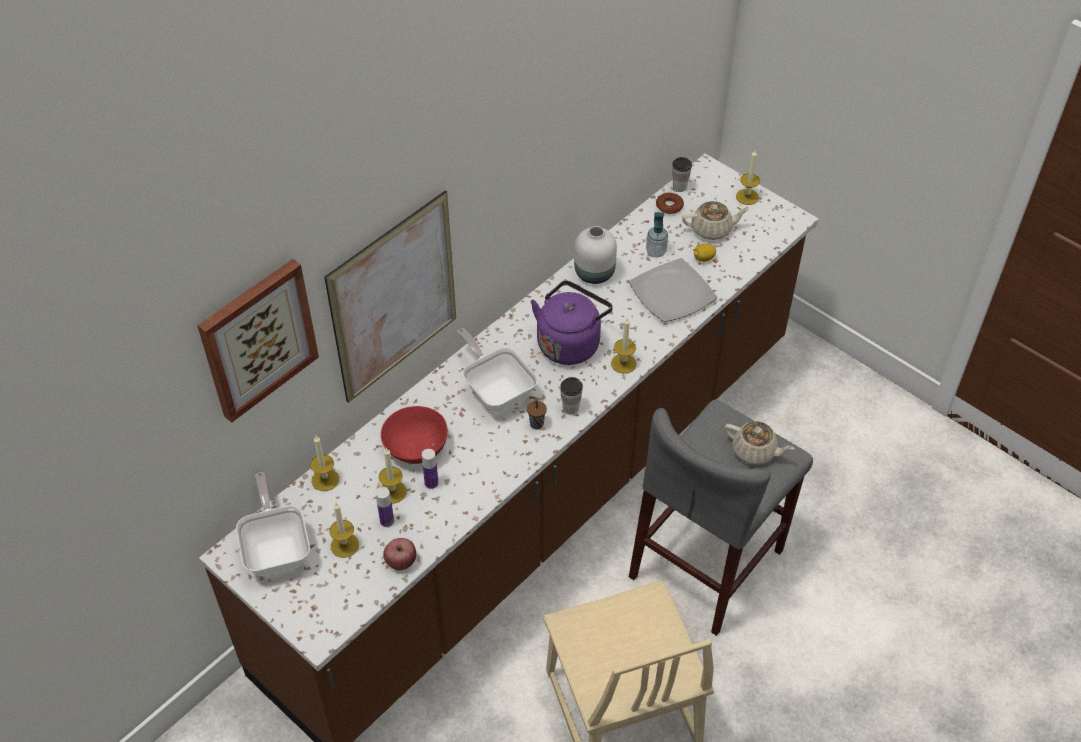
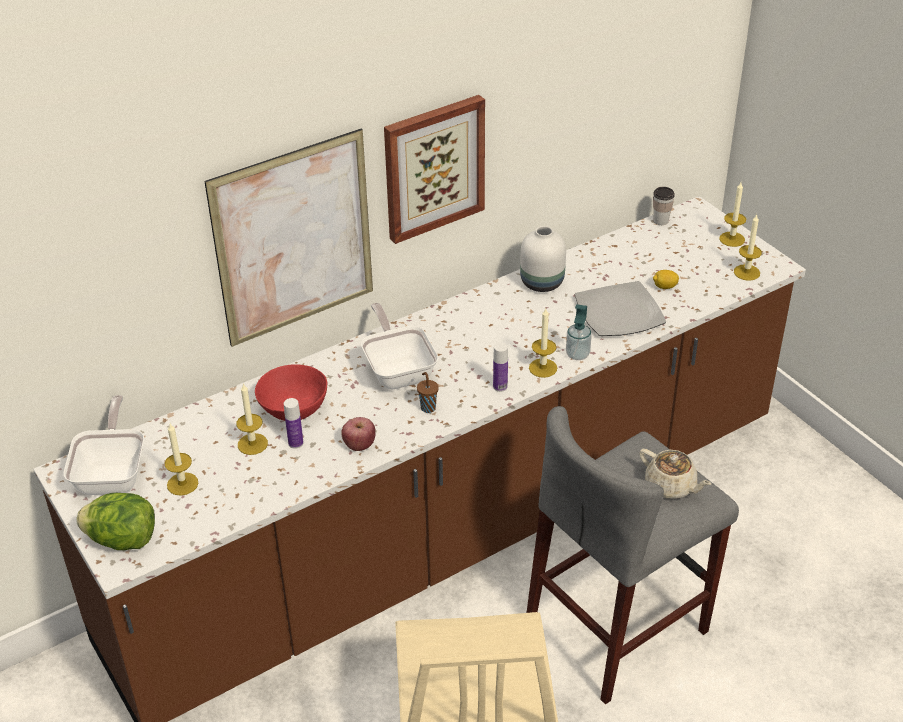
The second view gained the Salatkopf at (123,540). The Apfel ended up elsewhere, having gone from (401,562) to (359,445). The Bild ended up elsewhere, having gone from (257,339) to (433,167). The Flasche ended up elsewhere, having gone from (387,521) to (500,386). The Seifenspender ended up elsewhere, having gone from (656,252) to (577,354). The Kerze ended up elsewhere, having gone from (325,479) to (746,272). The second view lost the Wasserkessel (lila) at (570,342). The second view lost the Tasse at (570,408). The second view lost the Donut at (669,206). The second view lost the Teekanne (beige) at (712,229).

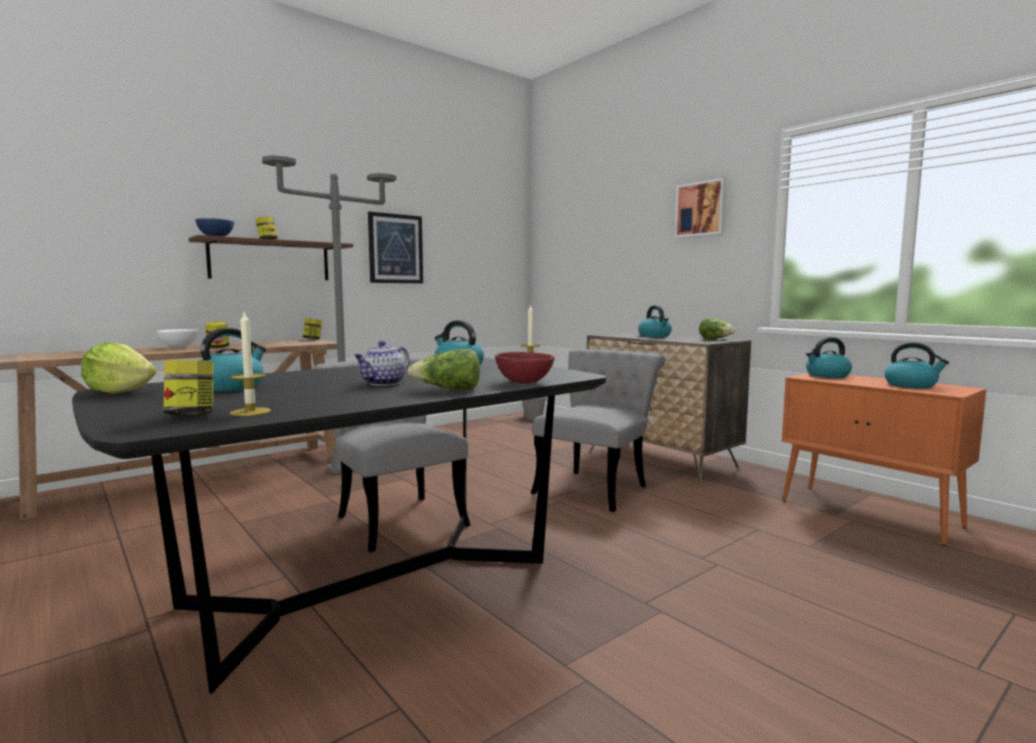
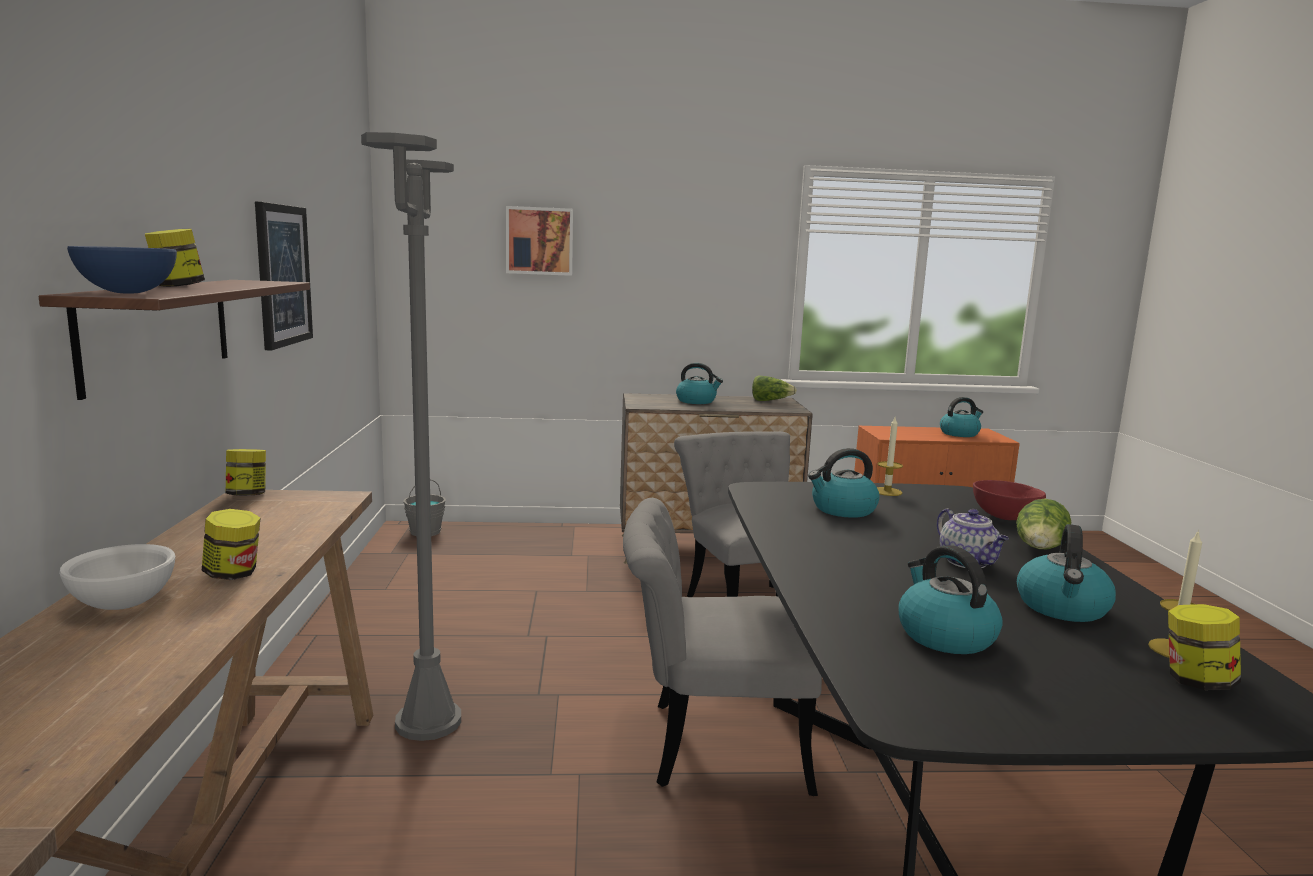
The Bild ended up elsewhere, having gone from (701,209) to (539,241). The Wasserkessel ended up elsewhere, having gone from (827,375) to (1062,608). The second view lost the Salatkopf at (120,392).

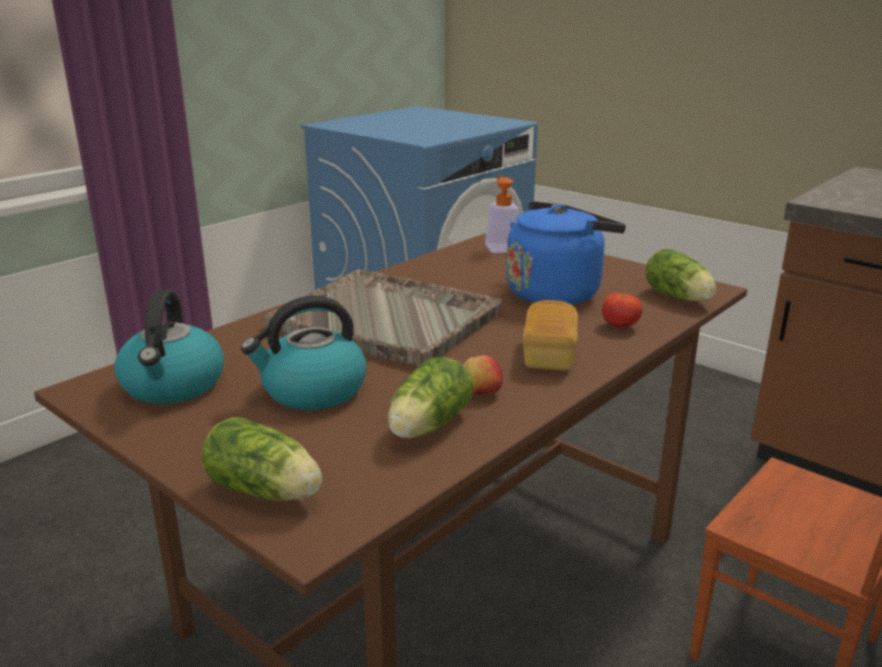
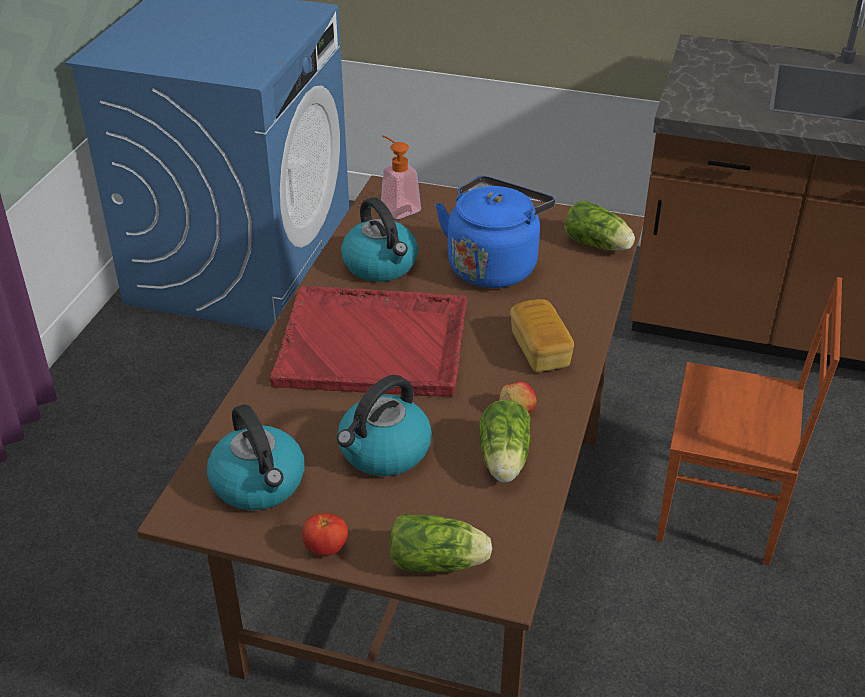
What was the Tablett (grau) at (388,320) turned into the Tablett (rot) at (375,345). The Tomate ended up elsewhere, having gone from (620,327) to (326,548). The second view gained the Wasserkessel at (381,265).

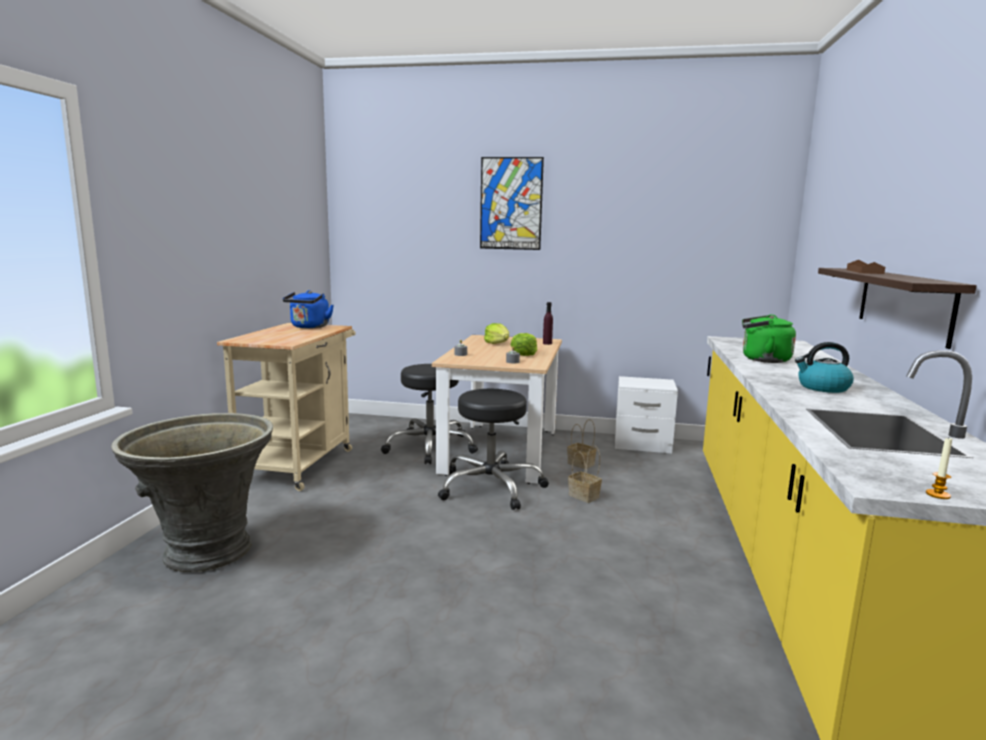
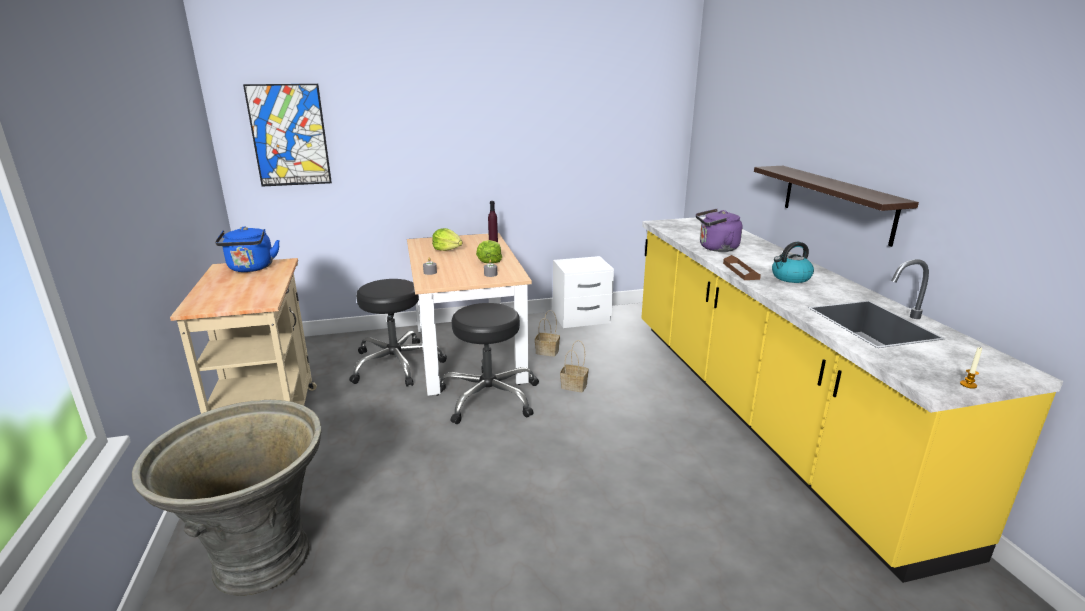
The Bild ended up elsewhere, having gone from (511,203) to (289,135). What was the Wasserkessel (grün) at (762,360) turned into the Wasserkessel (lila) at (716,248). The Tablett (braun) ended up elsewhere, having gone from (864,271) to (740,271).

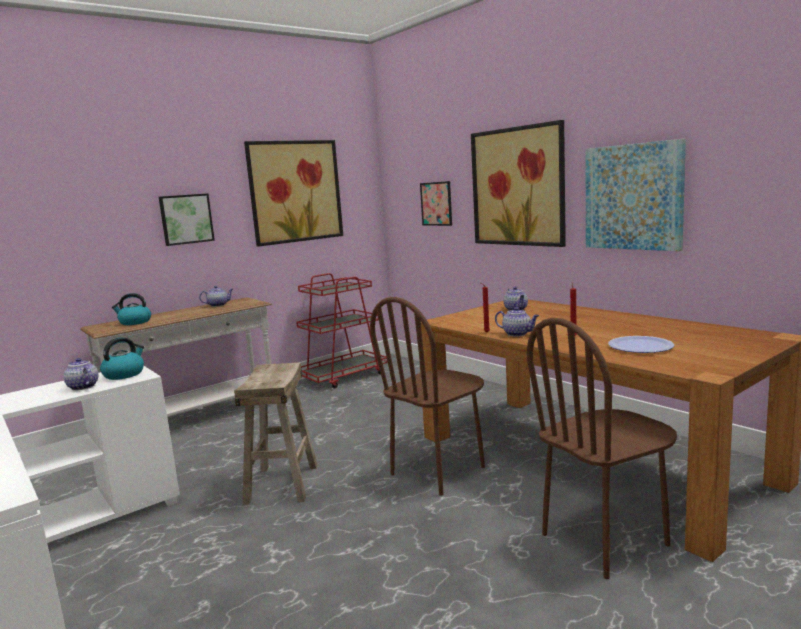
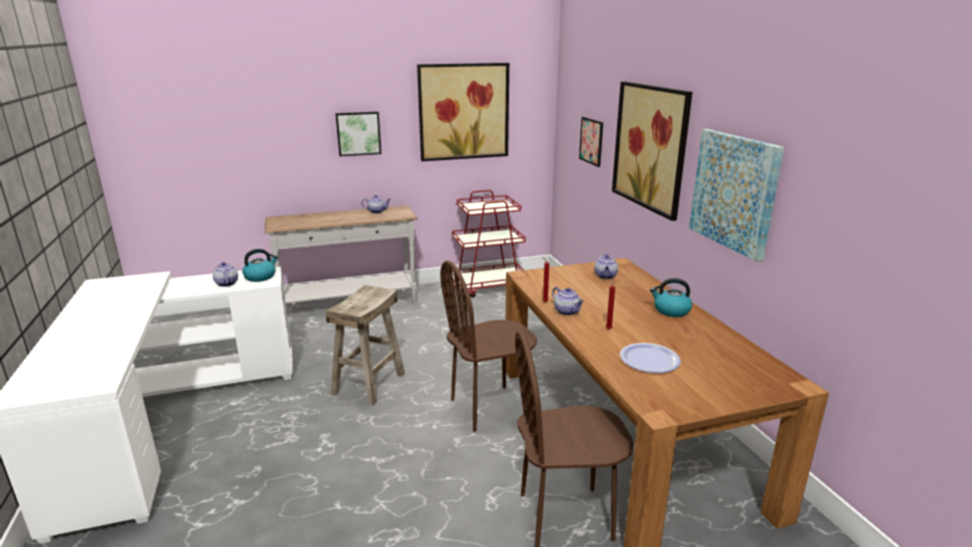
The Wasserkessel ended up elsewhere, having gone from (134,322) to (671,310).

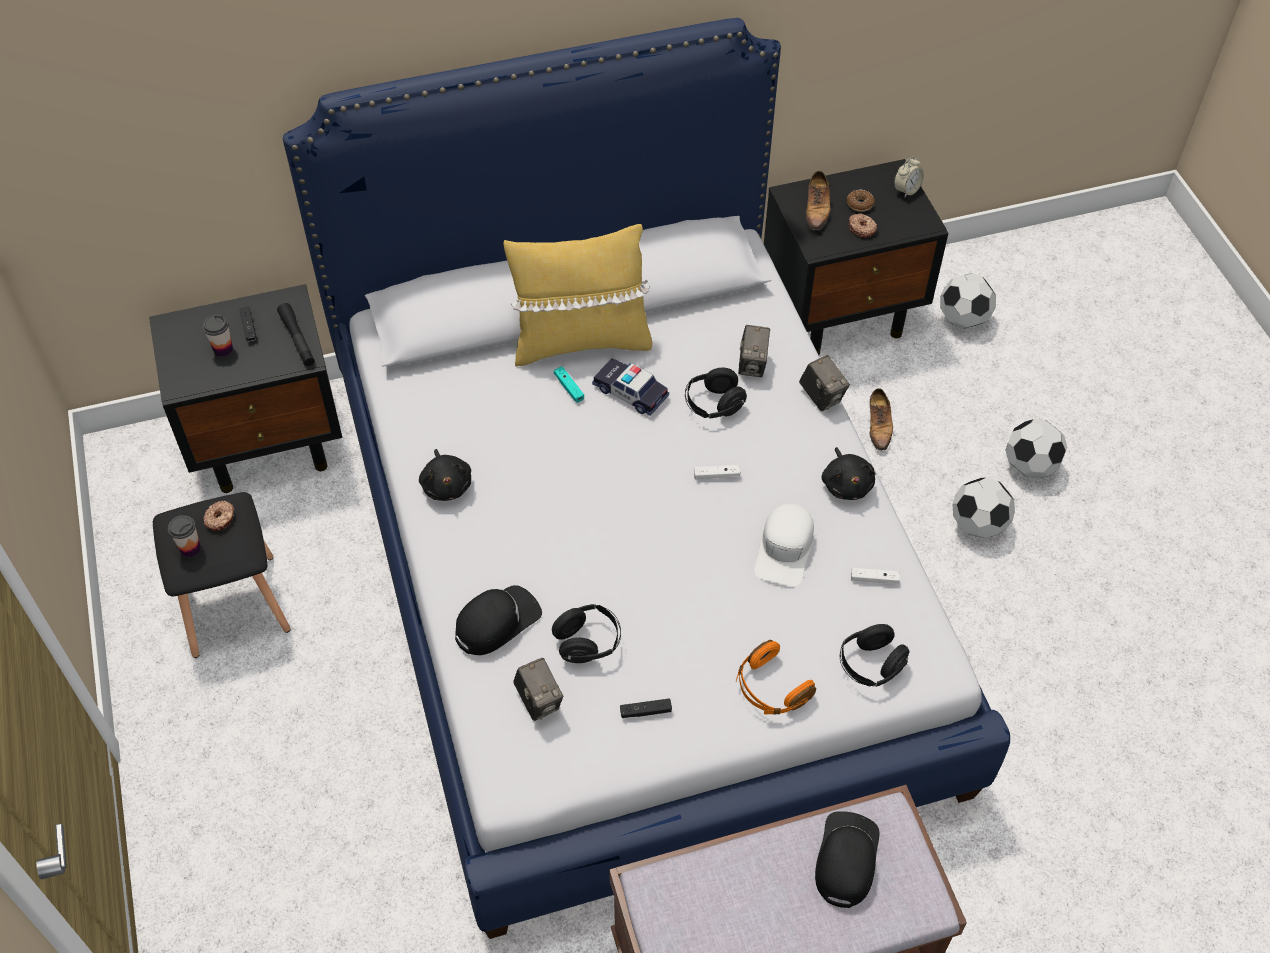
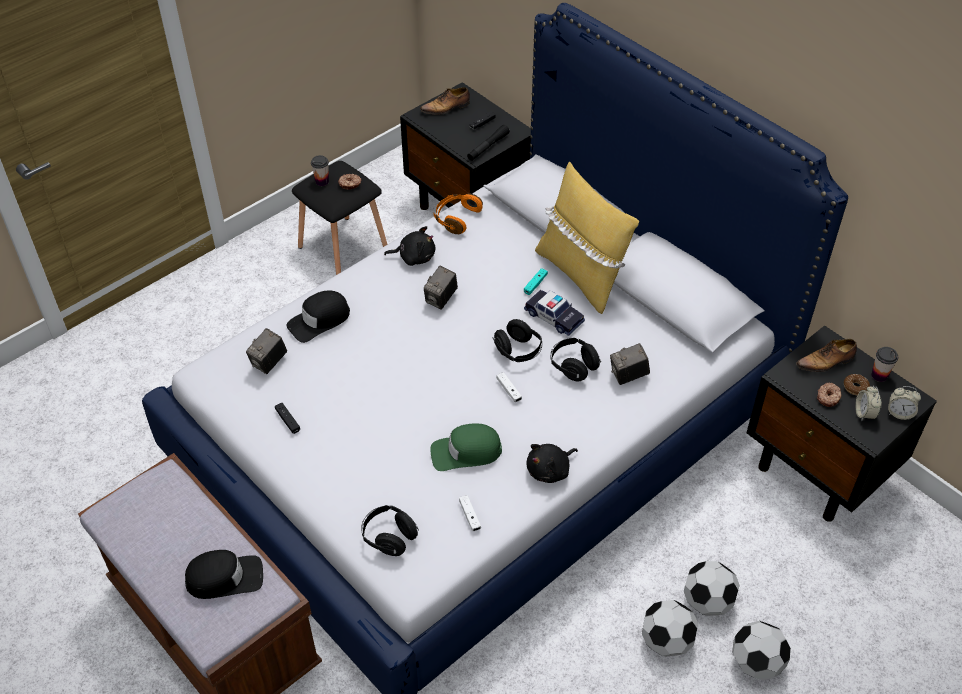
The Kappe (schwarz) at (497,622) ended up facing another way, 120 degrees clockwise from before. The Plüschtier (schwarz) at (447,485) ended up facing another way, 135 degrees counterclockwise from before. The Schuh ended up elsewhere, having gone from (879,425) to (446,108). The Kamera ended up elsewhere, having gone from (822,396) to (441,299). What was the Kappe (weiß) at (785,549) turned into the Kappe (grün) at (466,452). The Kopfhörer (orange) ended up elsewhere, having gone from (770,688) to (456,218). The Kopfhörer (schwarz) ended up elsewhere, having gone from (587,642) to (518,351). The Spielzeugauto at (630,392) ended up facing another way, 120 degrees clockwise from before. The Fußball ended up elsewhere, having gone from (963,319) to (707,601). The second view gained the Wecker at (864,413). The Tasse ended up elsewhere, having gone from (223,349) to (879,375).

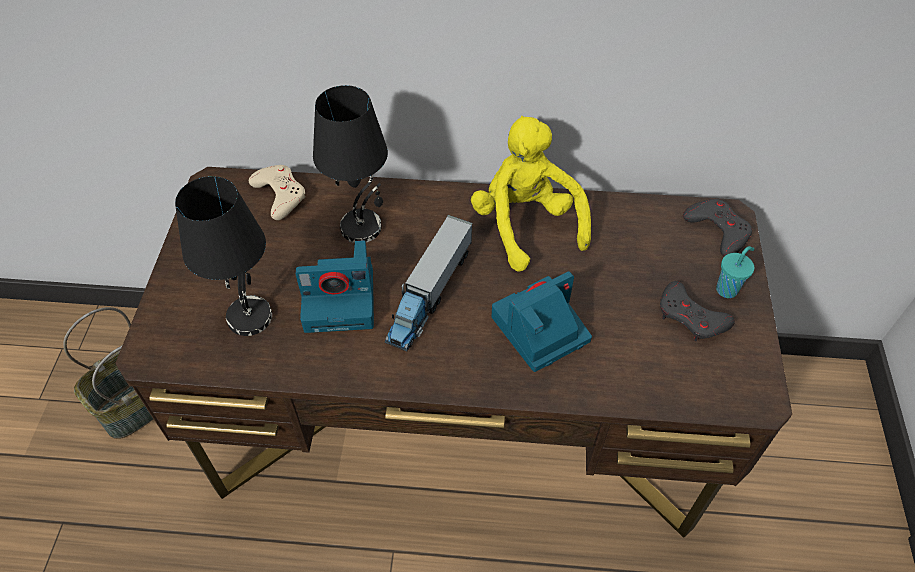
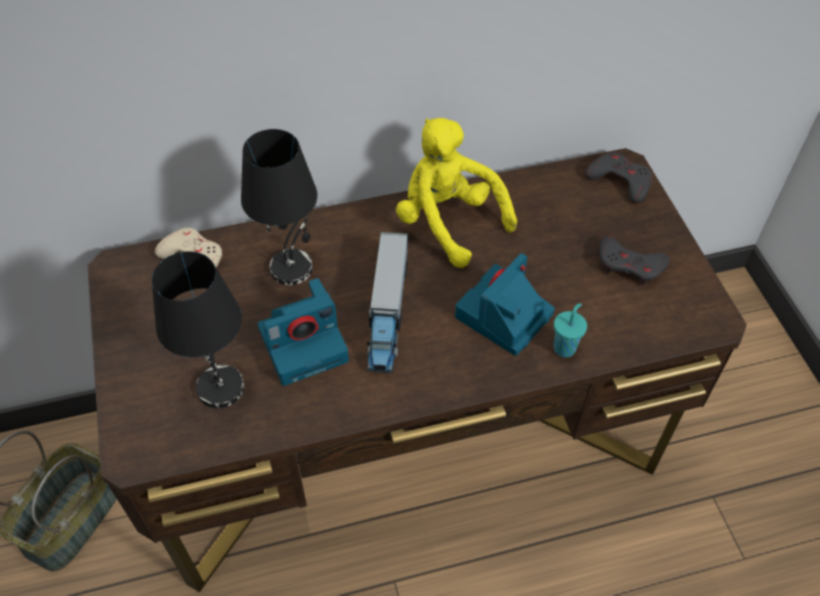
The Tasse (türkis) ended up elsewhere, having gone from (727,289) to (565,347).

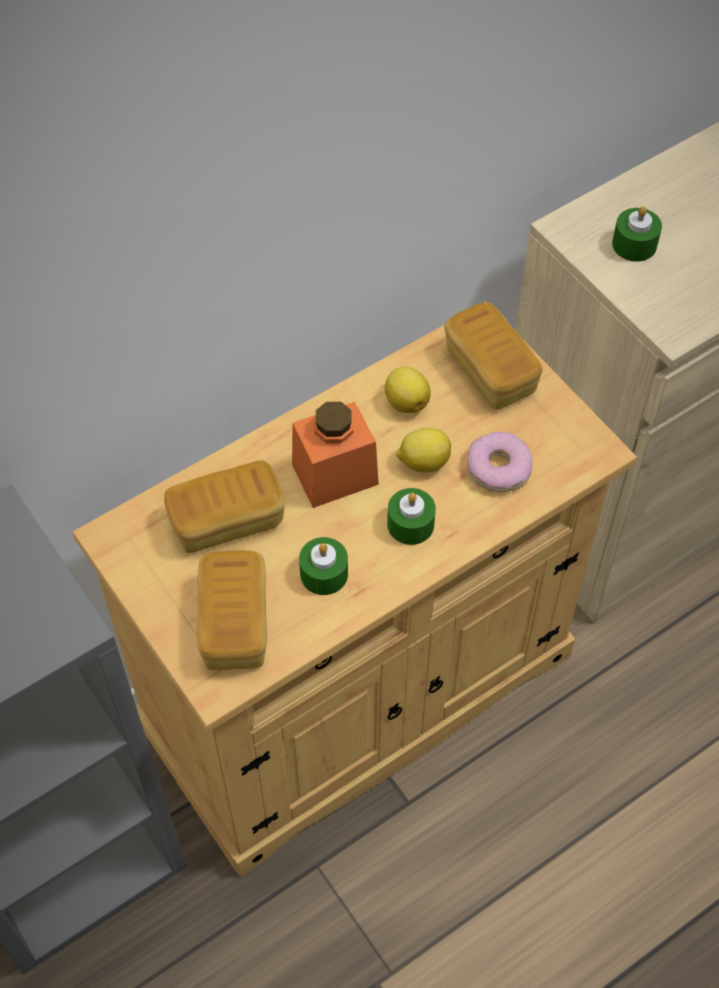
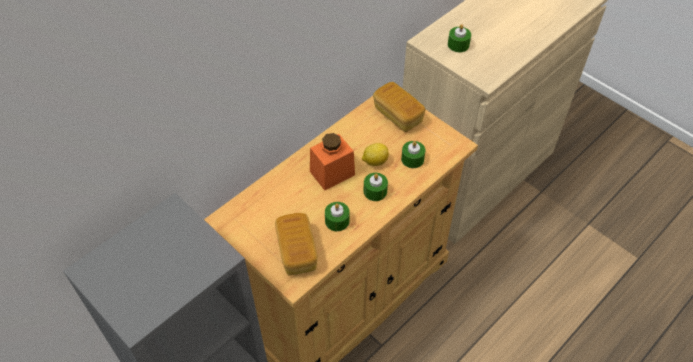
Where the Donut stood at (499,468), the Kerze (grün) came to stand at (412,159). The second view lost the Brot at (227,521). The second view lost the Zitrone at (406,401).

